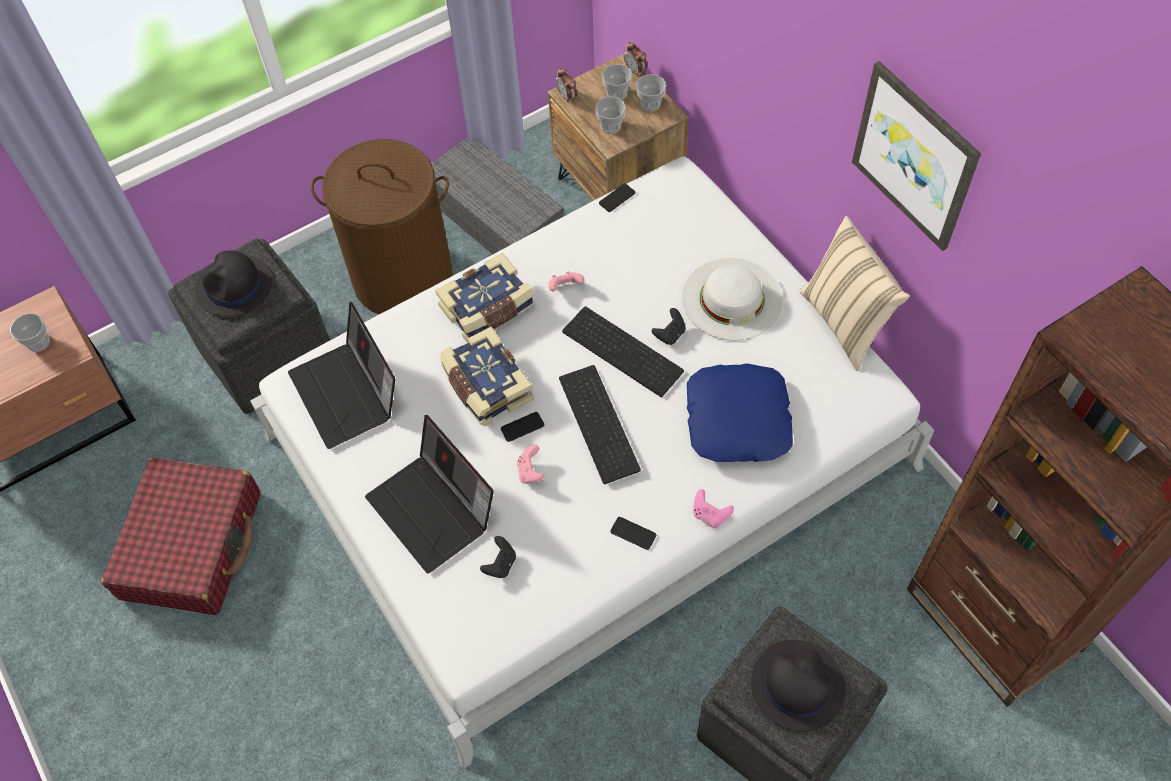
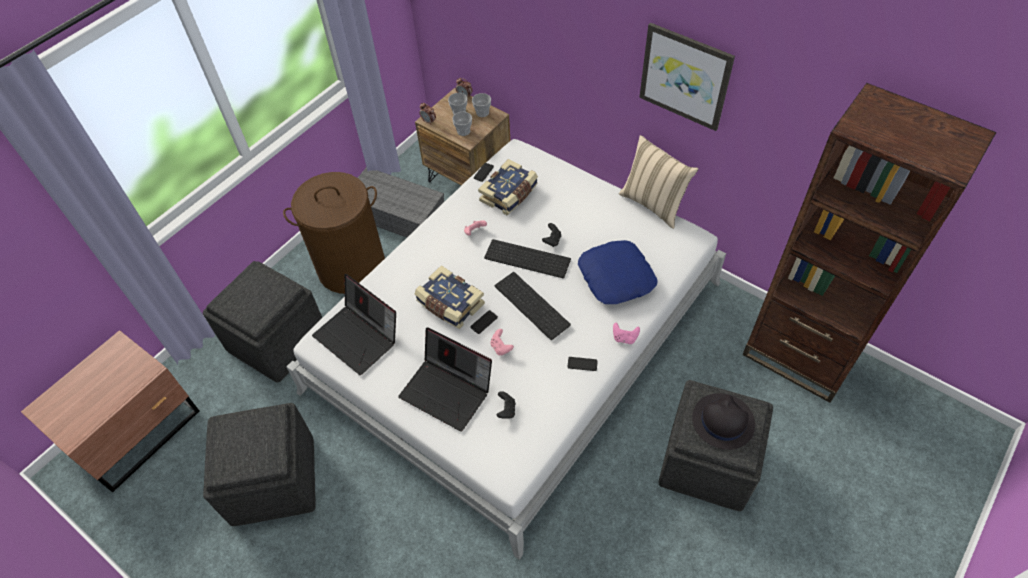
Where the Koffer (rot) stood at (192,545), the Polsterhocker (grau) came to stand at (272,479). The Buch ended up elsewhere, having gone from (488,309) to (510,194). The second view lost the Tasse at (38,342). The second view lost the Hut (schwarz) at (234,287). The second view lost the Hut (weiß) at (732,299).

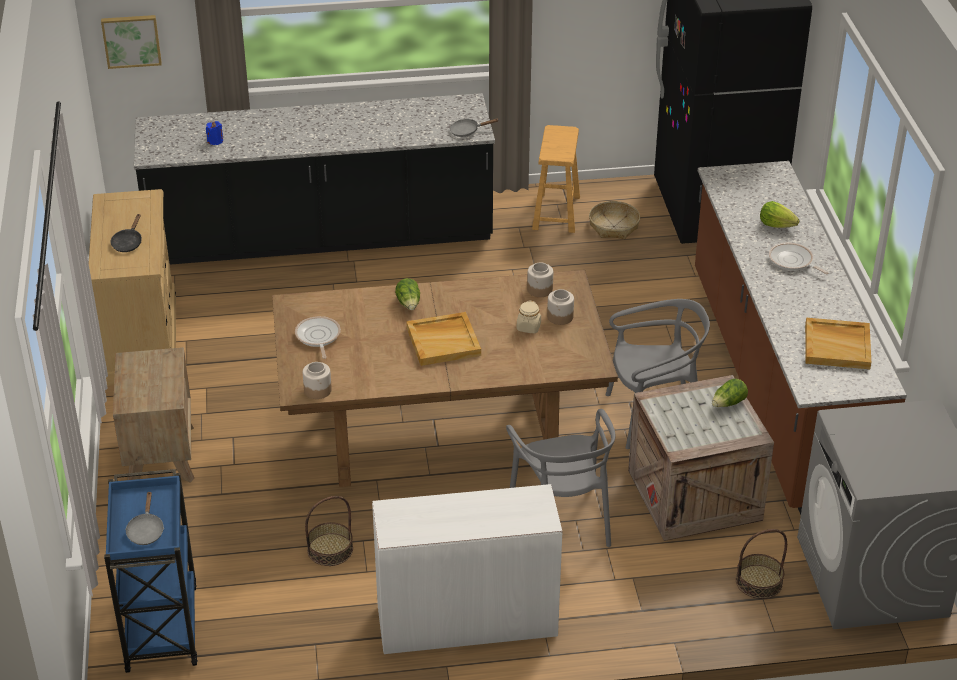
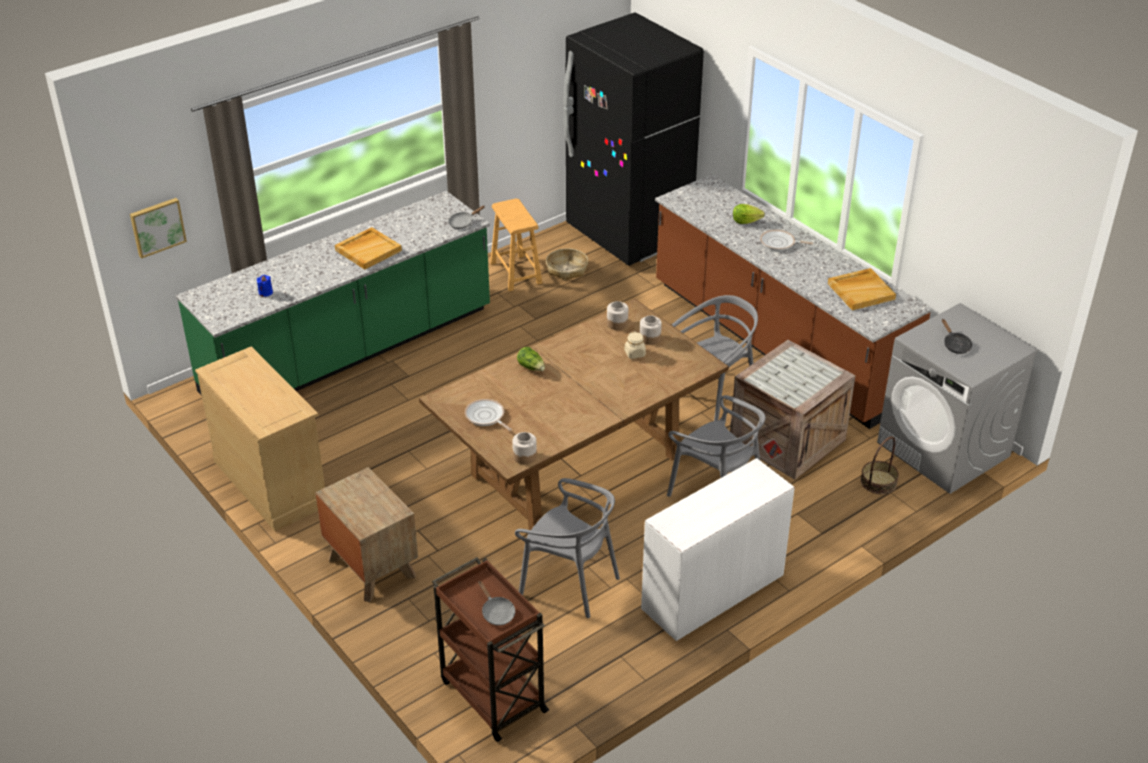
What was the Küchenzeile (schwarz) at (321,238) turned into the Küchenzeile (grün) at (349,352). The Tablett (beige) ended up elsewhere, having gone from (444,341) to (368,250). What was the Rollwagen (blau) at (161,625) turned into the Rollwagen (braun) at (492,694). Where the Korb stood at (330,550), the Stuhl (grau) came to stand at (569,583). The Pfanne (schwarz) ended up elsewhere, having gone from (128,242) to (955,345). The second view lost the Salatkopf at (728,403).

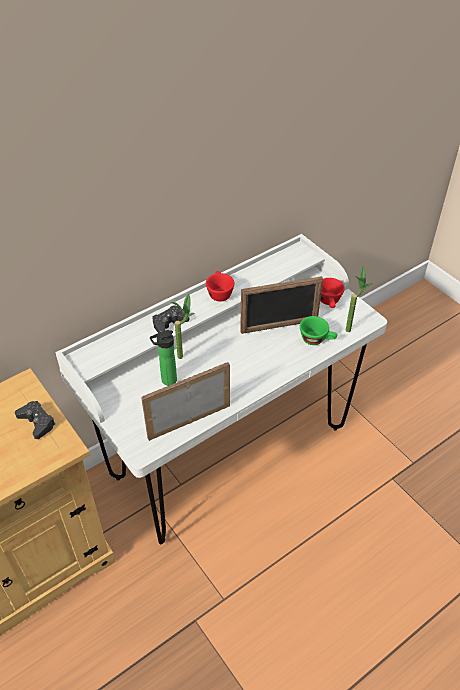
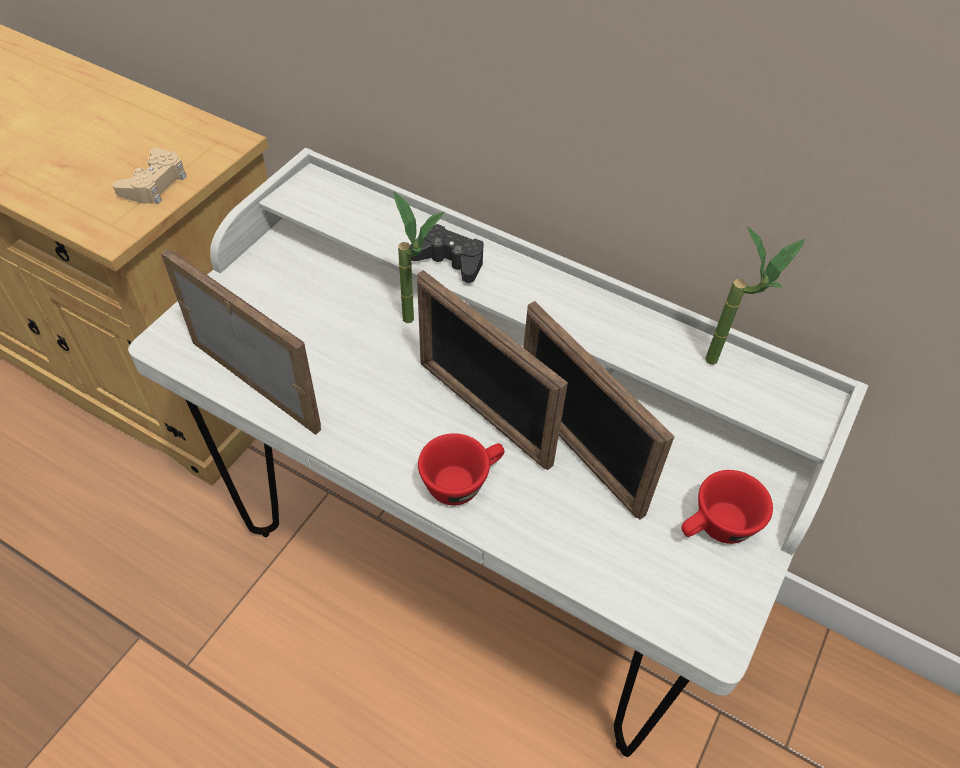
What was the Gamepad (schwarz) at (37,422) turned into the Gamepad (beige) at (154,183). The second view gained the Bilderrahmen at (483,412). The Tasse (rot) ended up elsewhere, having gone from (219,293) to (462,481). The Topfpflanze ended up elsewhere, having gone from (350,327) to (724,362). The second view lost the Flasche at (166,381). The second view lost the Tasse (grün) at (317,339).

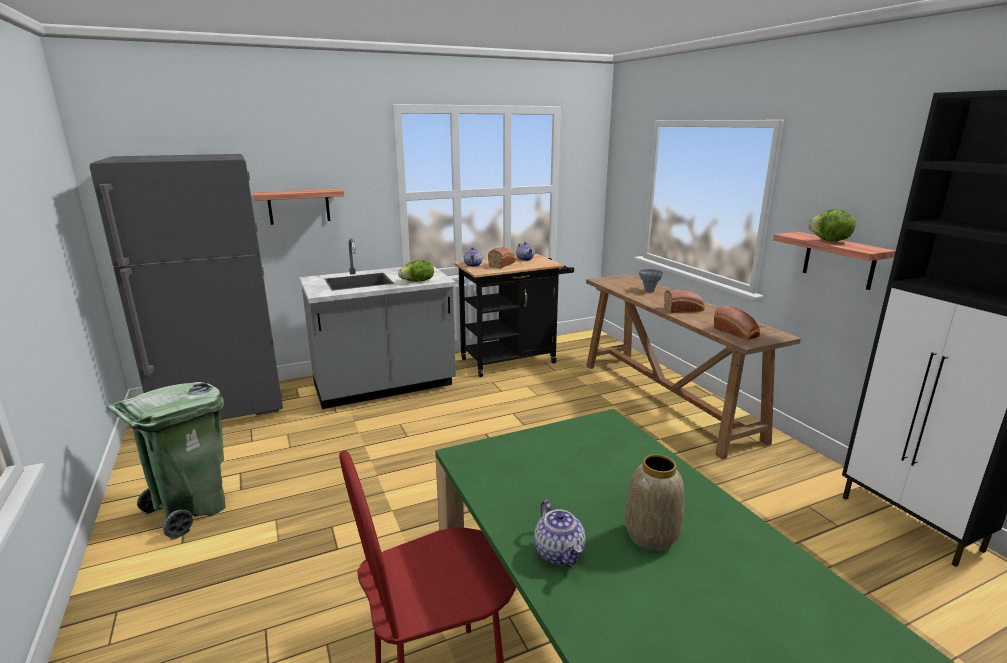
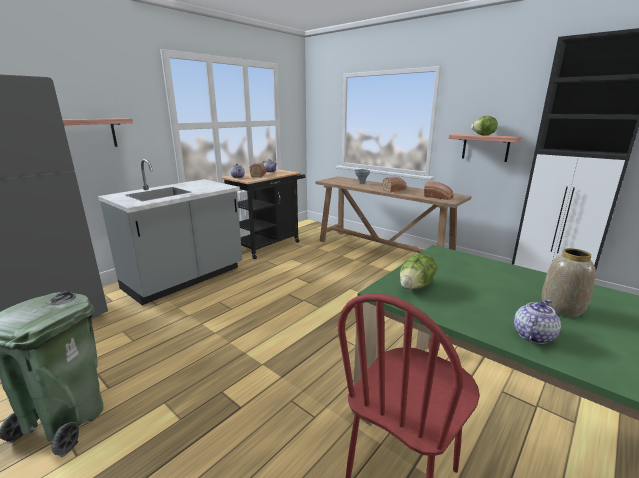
The Salatkopf ended up elsewhere, having gone from (417,281) to (416,286). The Teekanne at (560,553) ended up facing another way, 90 degrees counterclockwise from before.

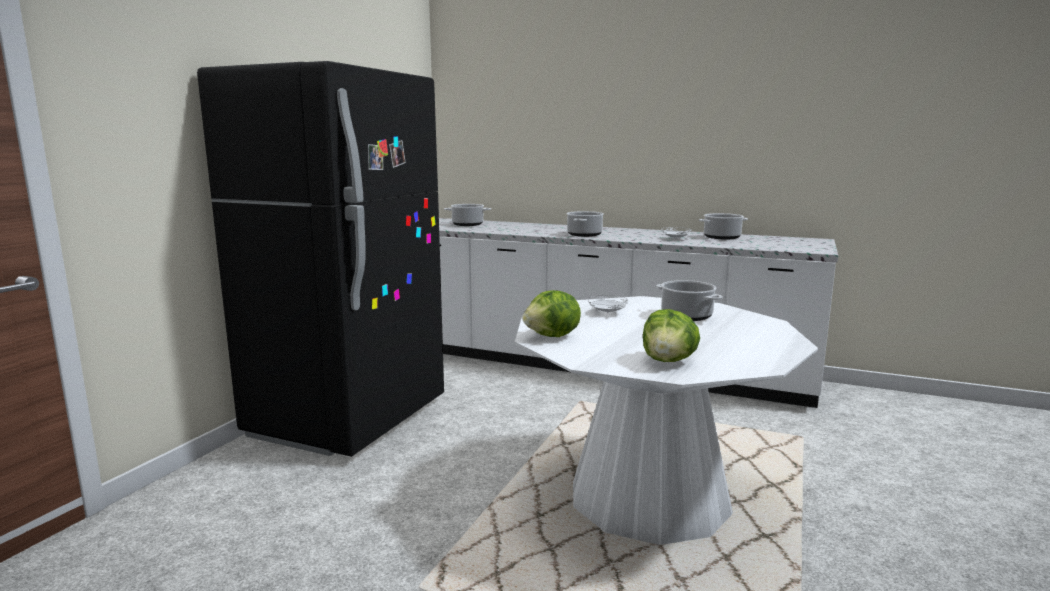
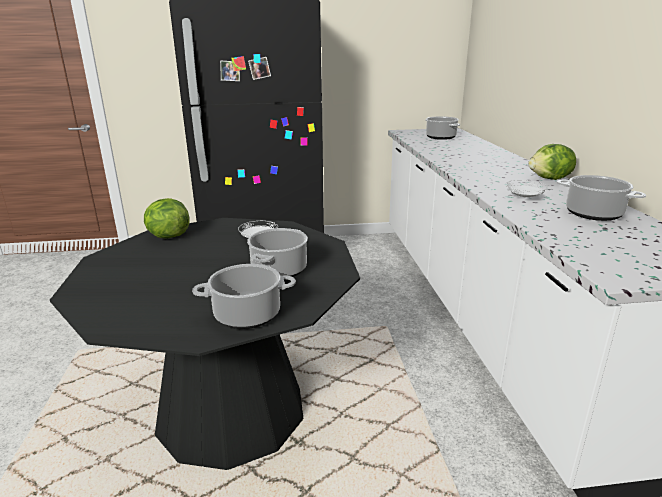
What was the Esstisch (weiß) at (649,498) turned into the Esstisch (schwarz) at (231,411). The Kochtopf ended up elsewhere, having gone from (584,235) to (246,315). The Salatkopf ended up elsewhere, having gone from (668,361) to (550,179).

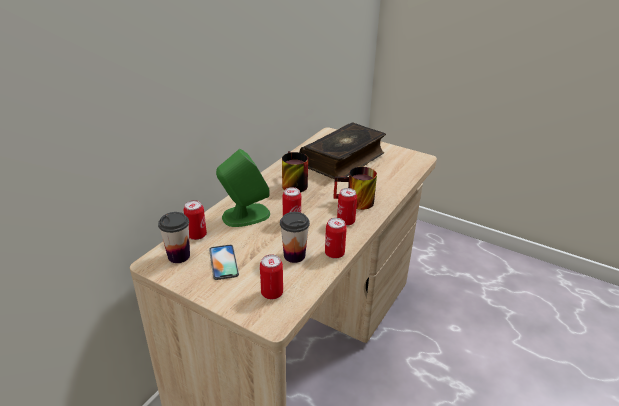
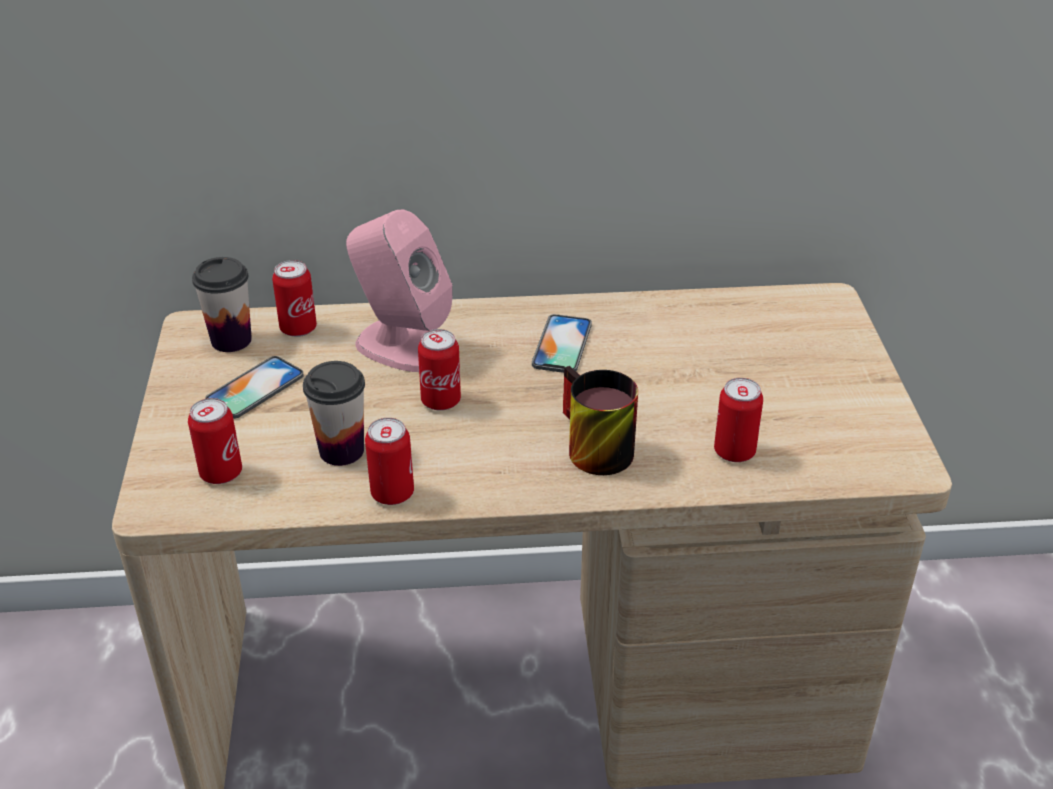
What was the Lautsprecher (grün) at (245,215) turned into the Lautsprecher (rosa) at (402,345). Where the Henkelbecher stood at (291,184), the Handy came to stand at (562,344). The Dose ended up elsewhere, having gone from (345,221) to (734,452). The second view lost the Buch at (344,160).

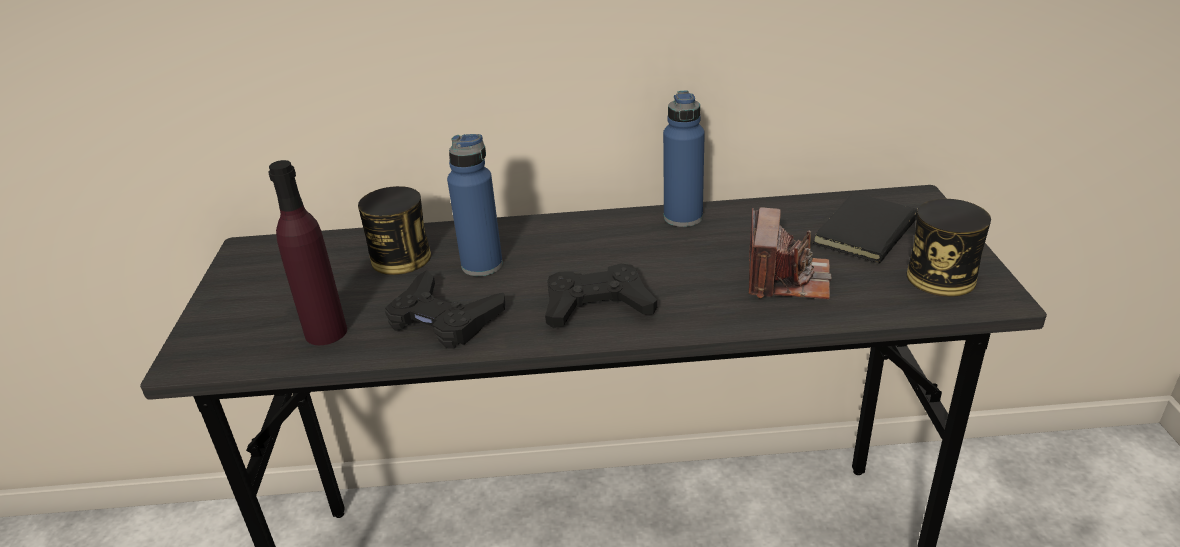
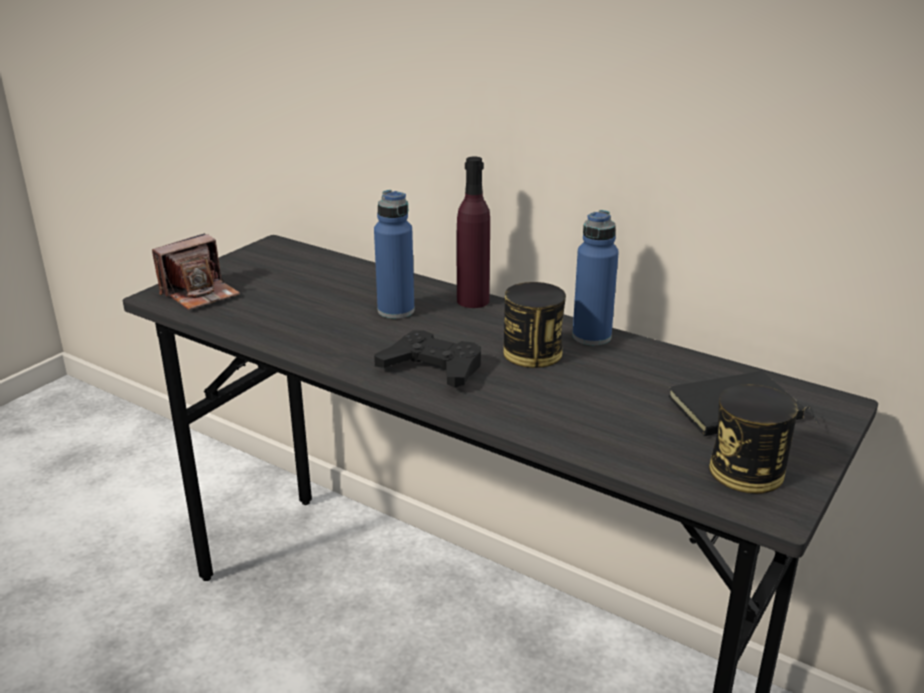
The Kamera ended up elsewhere, having gone from (786,279) to (200,294). The Flasche (lila) ended up elsewhere, having gone from (326,332) to (473,301). The Dose ended up elsewhere, having gone from (401,258) to (532,353). The second view lost the Gamepad (schwarz) at (443,319).

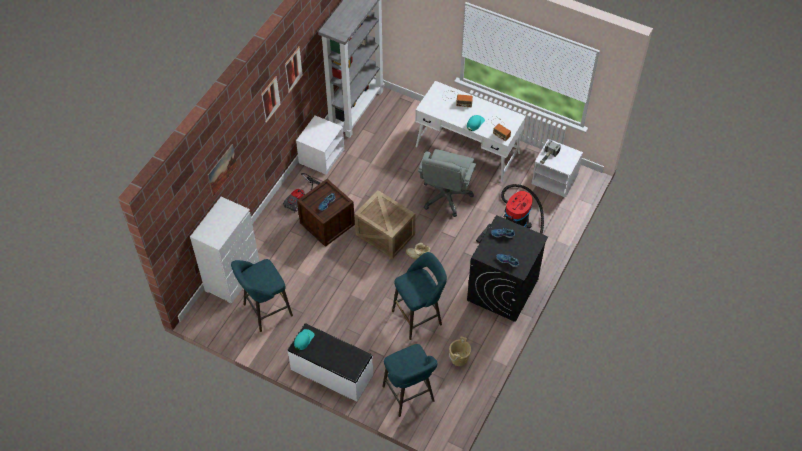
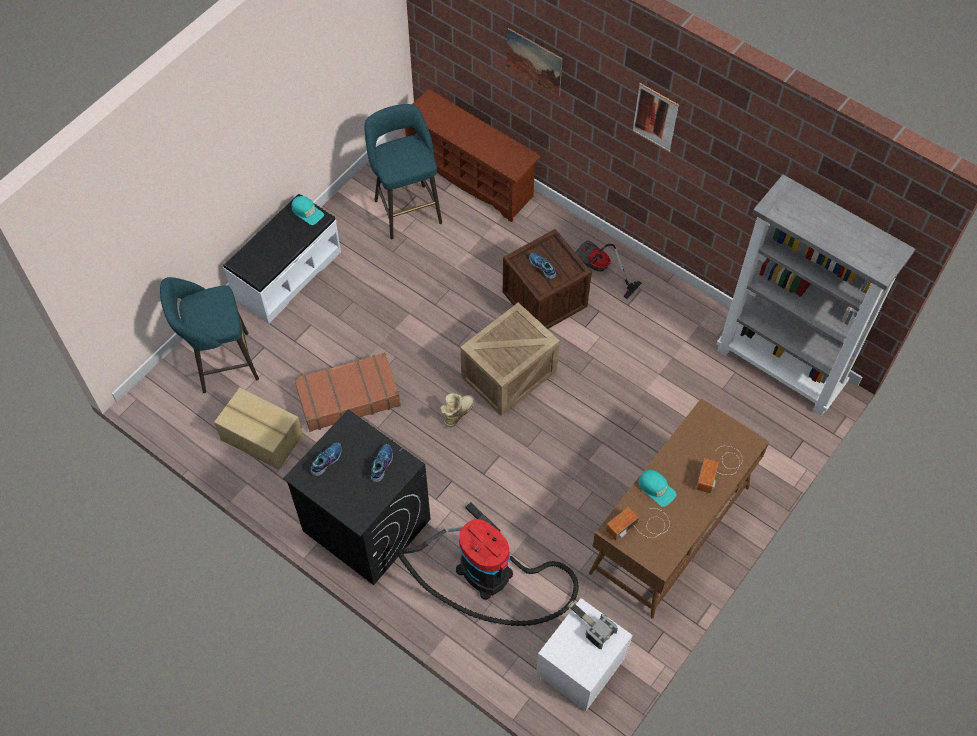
Where the Eimer (beige) stood at (459,358), the Karton came to stand at (261,438). Where the Hocker (türkis) stood at (419,316), the Koffer (braun) came to stand at (348,397). Where the Kommode (weiß) stood at (233,277), the Schuhregal (braun) came to stand at (472,176). What was the Schreibtisch (weiß) at (467,150) turned into the Schreibtisch (braun) at (669,529). The second view lost the Bild at (293,69). The second view lost the Nachttisch (weiß) at (321,156). The second view lost the Bürostuhl (grau) at (446,196).

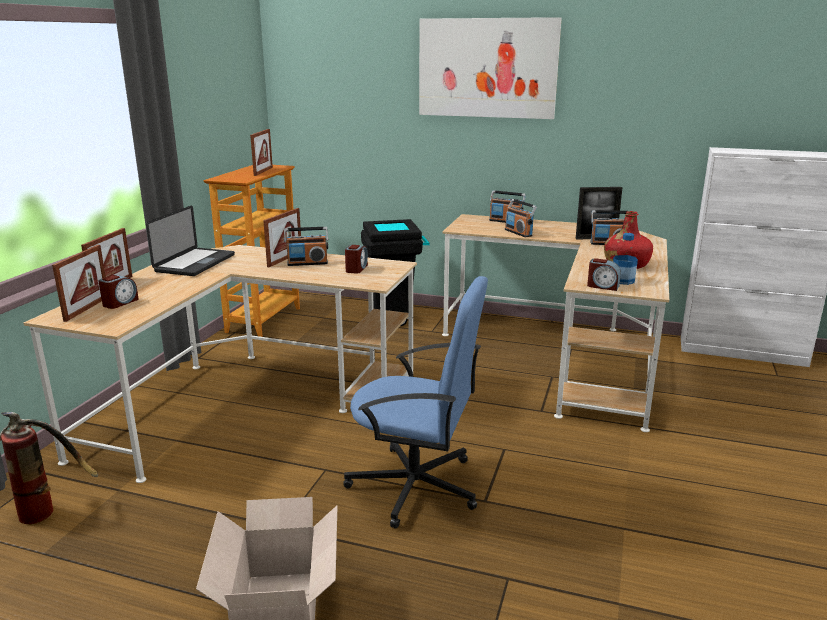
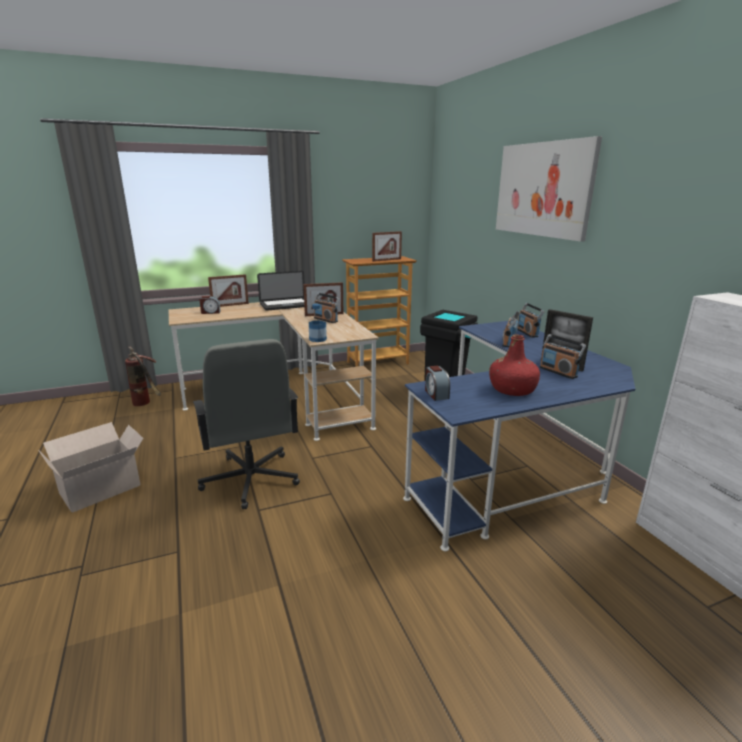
What was the Bürostuhl (blau) at (416,486) turned into the Bürostuhl (grau) at (250,480). The Flasche ended up elsewhere, having gone from (622,280) to (317,339). What was the Schreibtisch (beige) at (564,354) turned into the Schreibtisch (blau) at (513,466). The second view lost the Bilderrahmen at (87,308). The second view lost the Wecker at (356,269).

